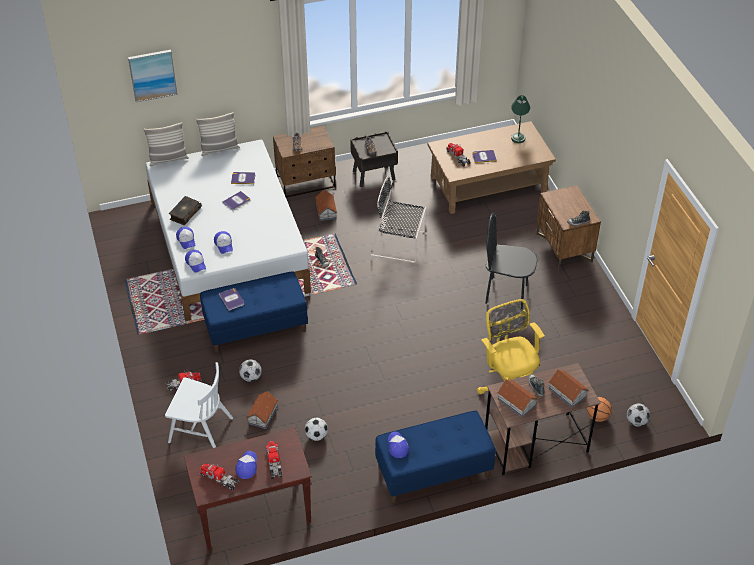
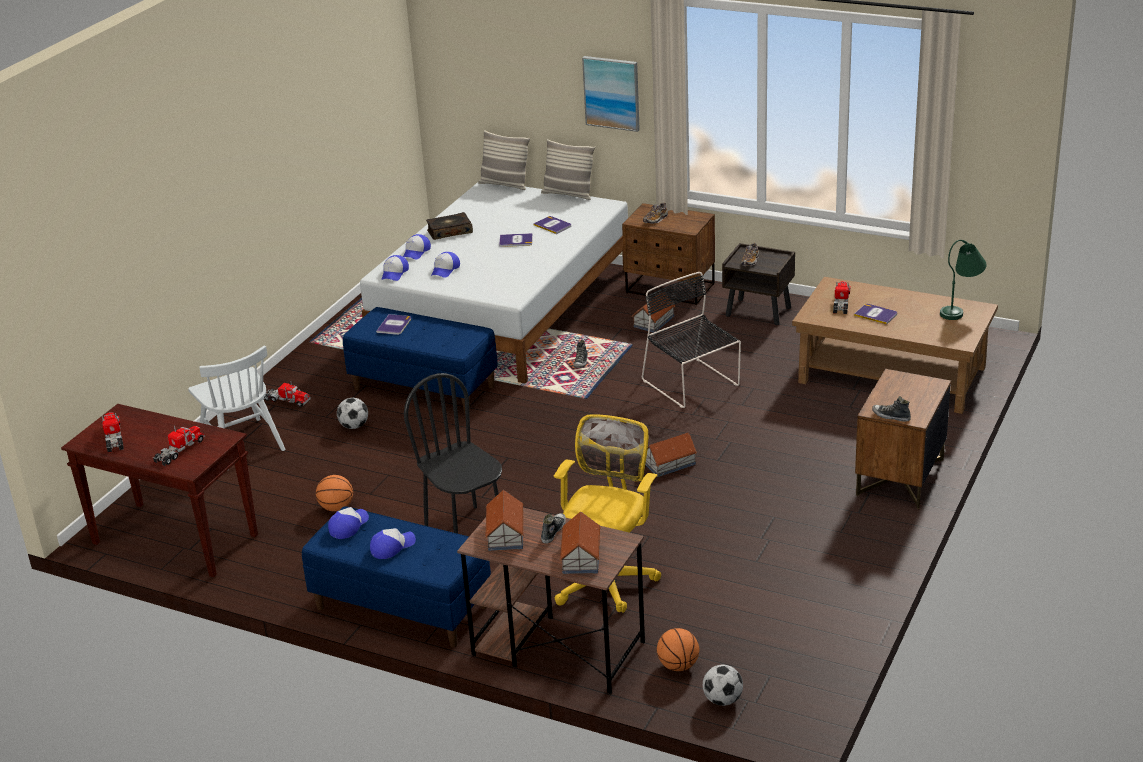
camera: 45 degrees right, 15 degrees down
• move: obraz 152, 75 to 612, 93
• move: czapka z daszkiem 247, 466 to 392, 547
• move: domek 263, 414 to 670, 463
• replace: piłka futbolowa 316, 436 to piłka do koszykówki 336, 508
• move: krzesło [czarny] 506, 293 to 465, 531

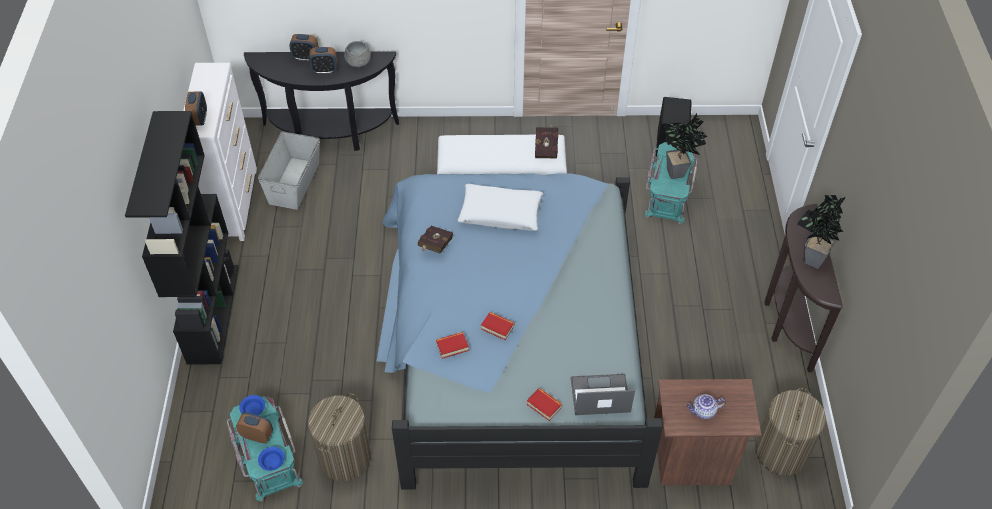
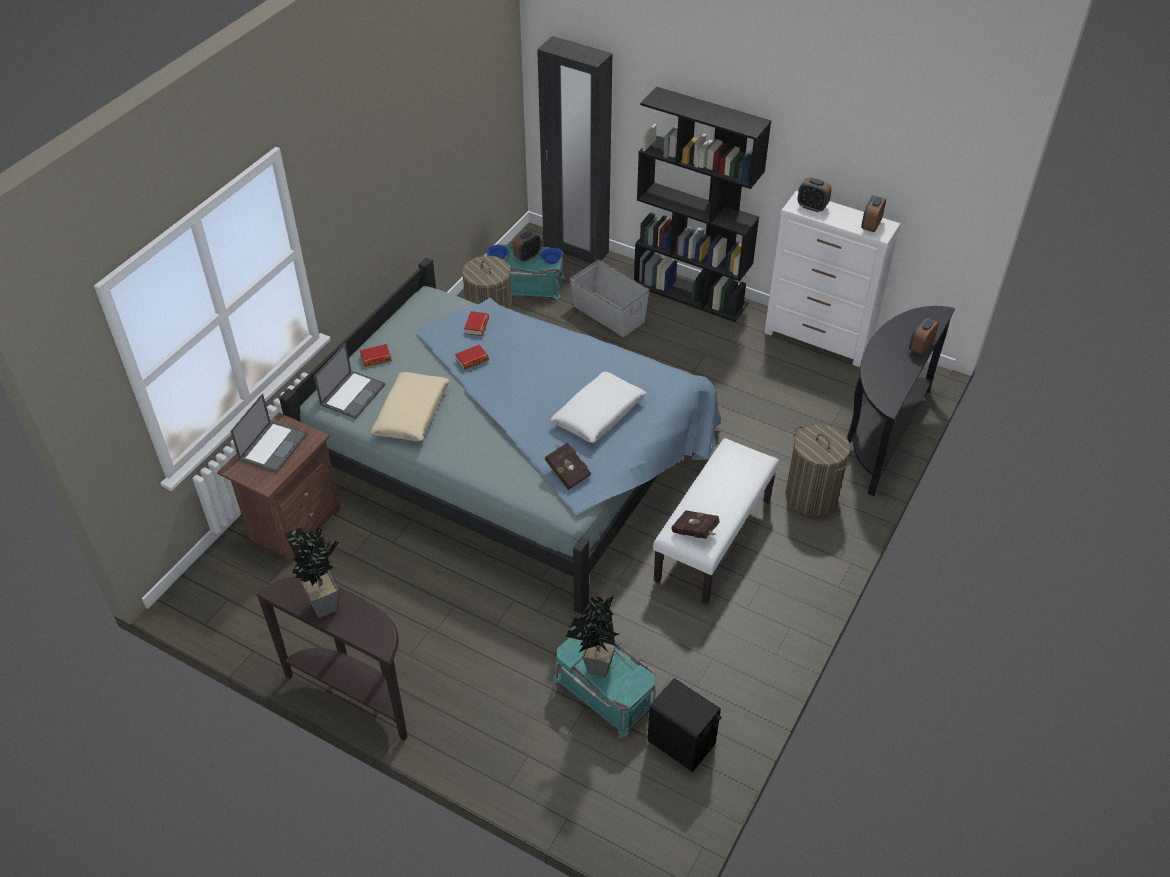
camera: 120 degrees right, 5 degrees down
• move: pojemnik do przechowywania [szary] 295, 183 to 608, 314
• move: budzik 324, 70 to 870, 226
• delete: miska [szary] 358, 62
• move: książka [czerwony] 434, 246 to 567, 472
• replace: imbryk 703, 412 to laptop 273, 446
• move: kosz na pranie 780, 452 to 811, 496
• insert: poduszka [beżowy] 412, 414
• insert: szafa [czarny] 575, 250

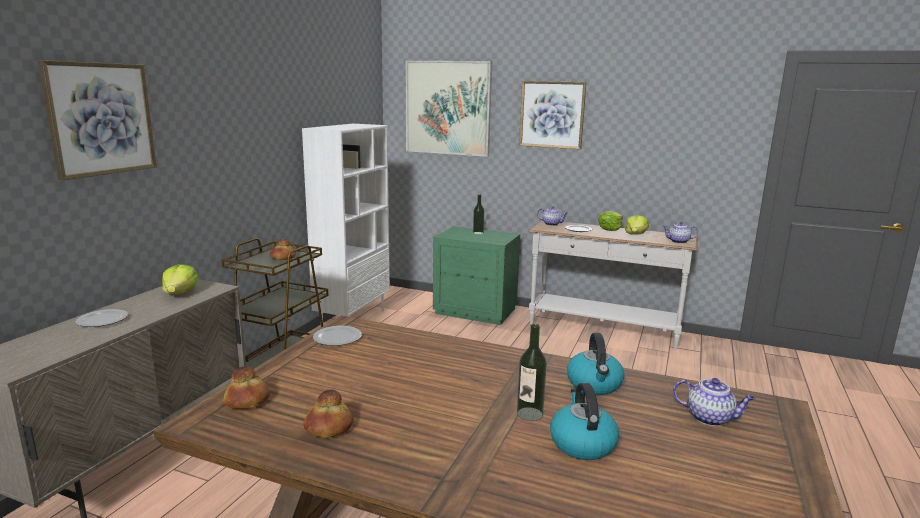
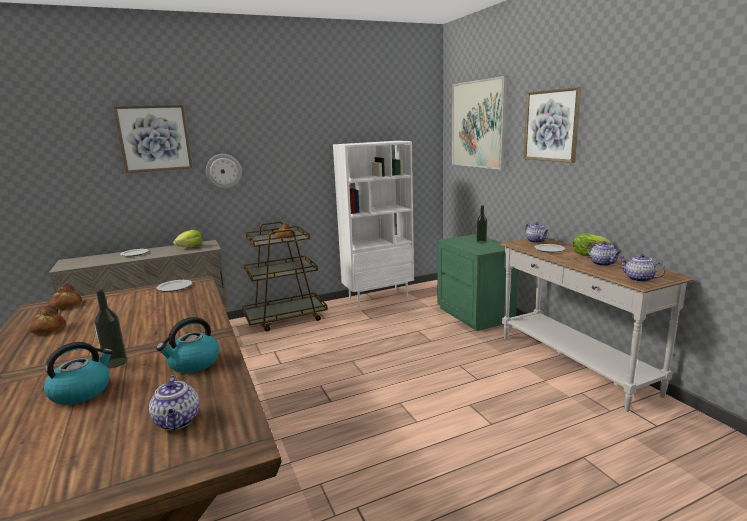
camera: 45 degrees right, 0 degrees up
• replace: sałata 635, 235 to imbryk 602, 264
• insert: zegar ścienny 223, 171

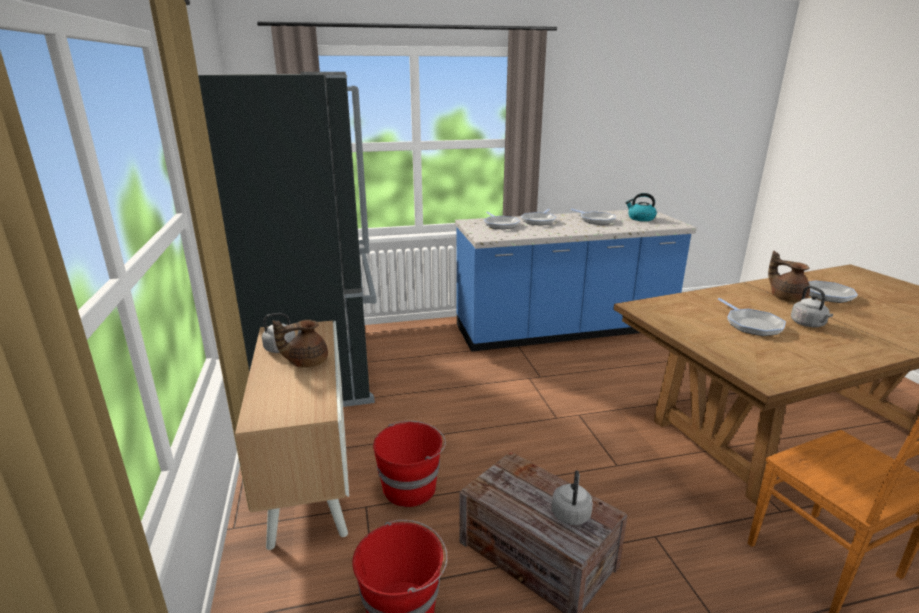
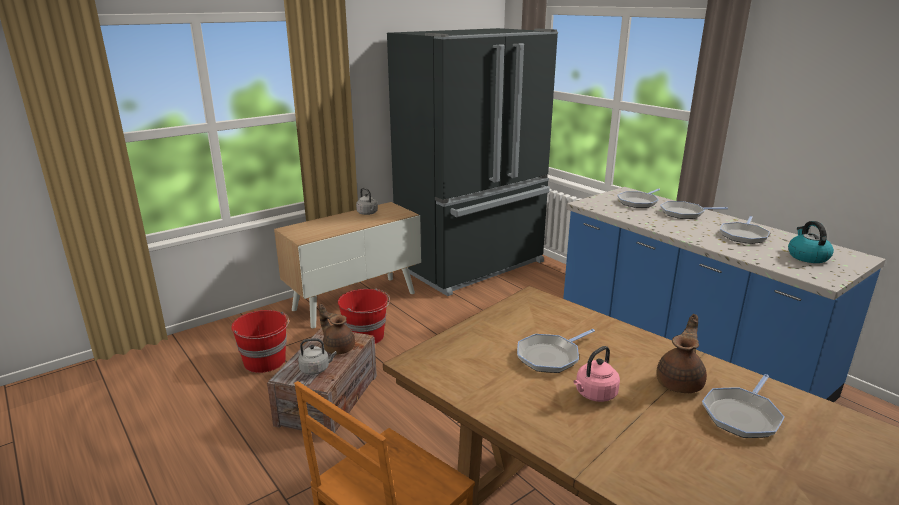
camera: 65 degrees right, 0 degrees up
• move: imbryk [brązowy] 306, 362 to 338, 347
• recolor: czajnik [szary] 808, 324 to czajnik [różowy] 594, 394

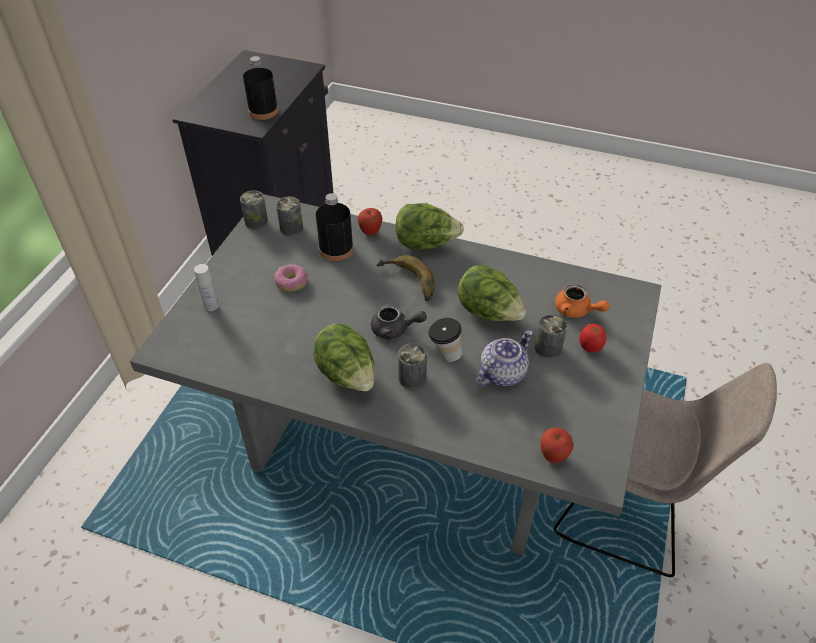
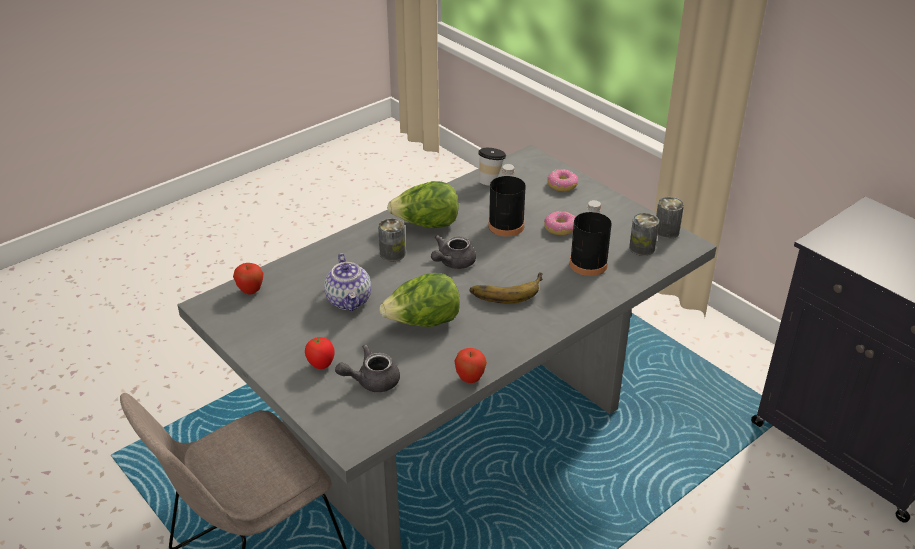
camera: 120 degrees right, 10 degrees down
• replace: butelka [biały] 211, 306 to donut 562, 185
• move: butelka [czarny] 263, 111 to 506, 226
• move: jabłko 370, 232 to 470, 379
• delete: sałata 426, 244
• move: filiżanka 444, 355 to 491, 181
• delete: puszka 548, 348
• recolor: imbryk [pomarańczowy] 576, 311 to imbryk [szary] 371, 381

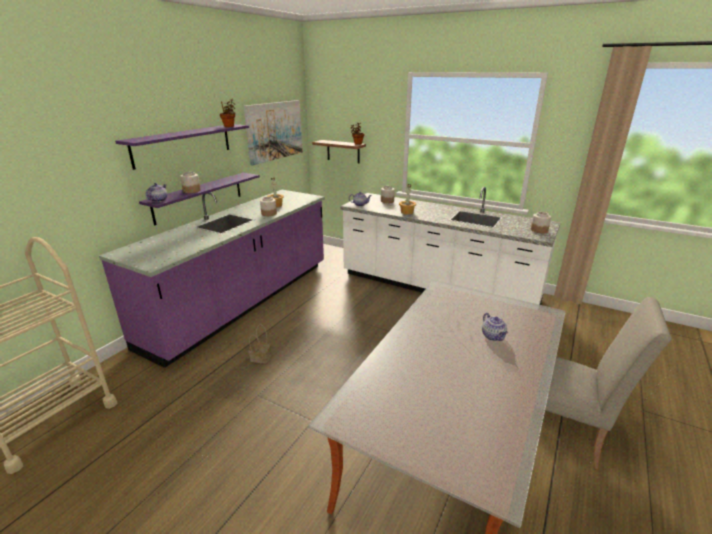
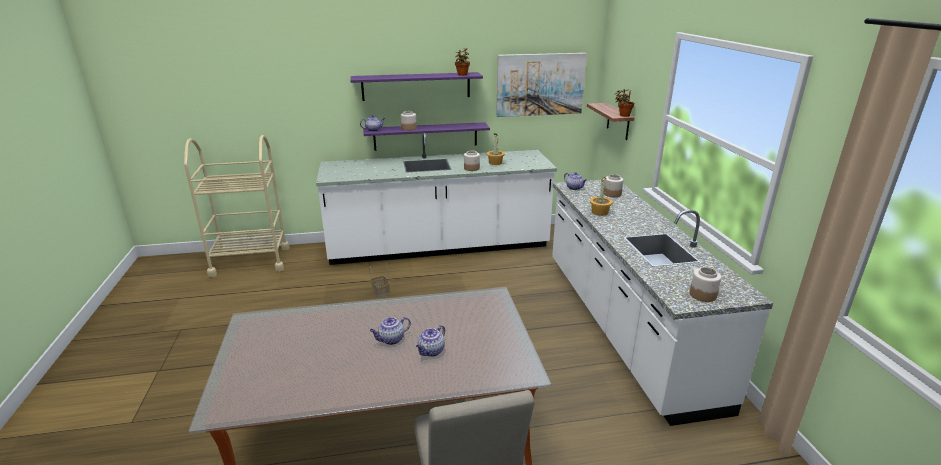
camera: 50 degrees right, 0 degrees up
• recolor: zabudowa kuchenna [fioletowy] 244, 302 to zabudowa kuchenna [biały] 439, 247
• insert: imbryk 391, 340

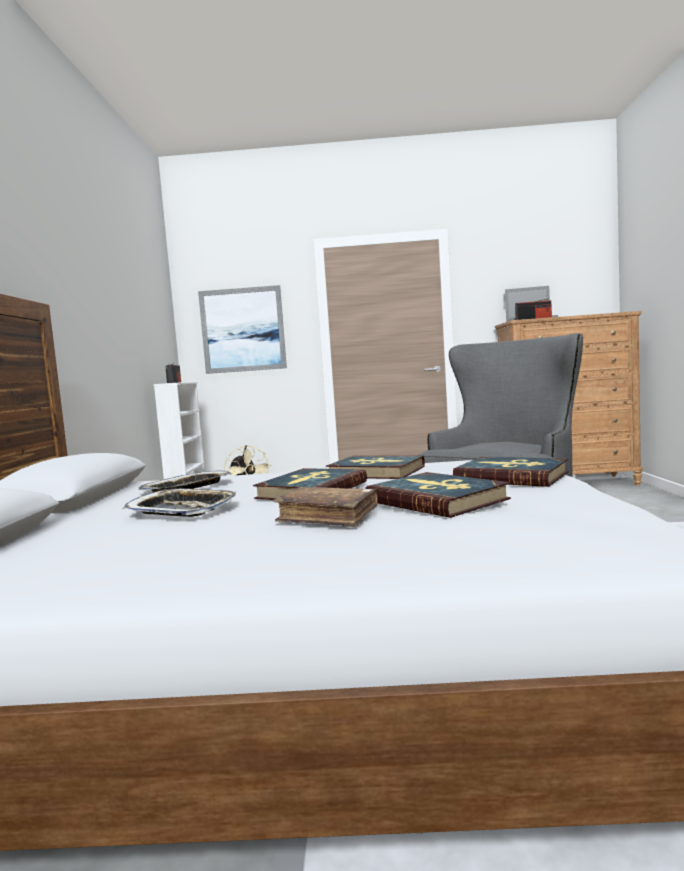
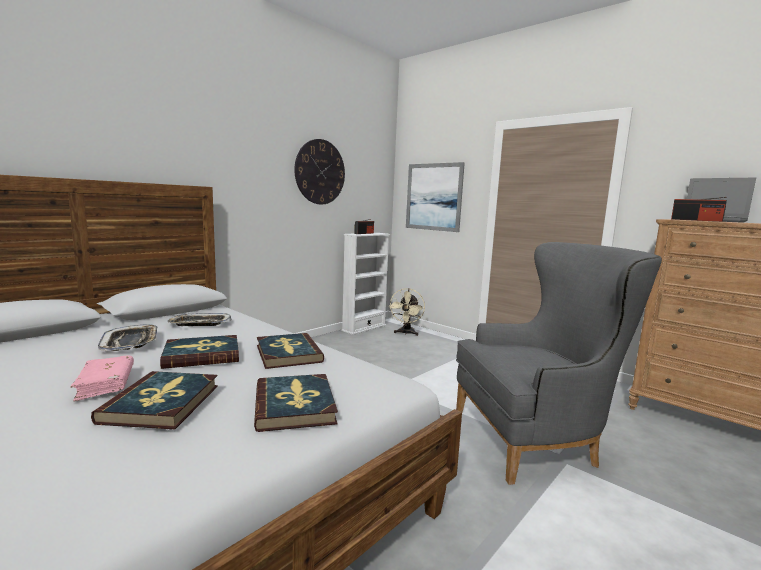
camera: 40 degrees right, 5 degrees up
• recolor: książka [brązowy] 327, 517 to książka [różowy] 105, 385
• insert: zegar ścienny 320, 172

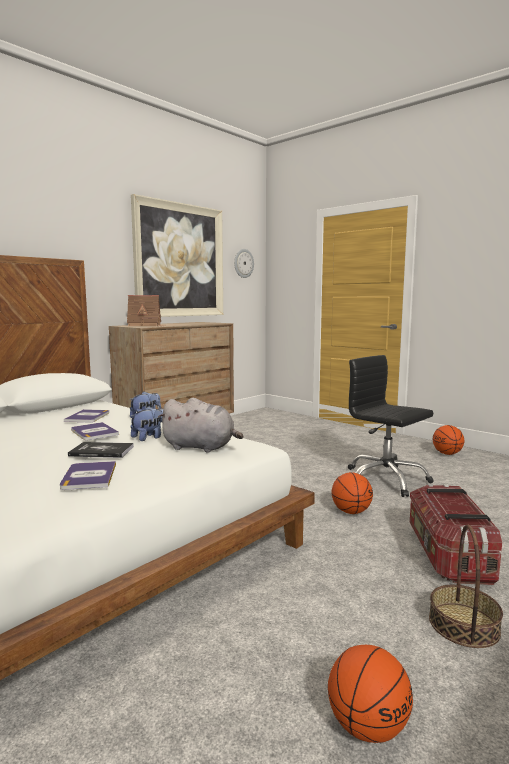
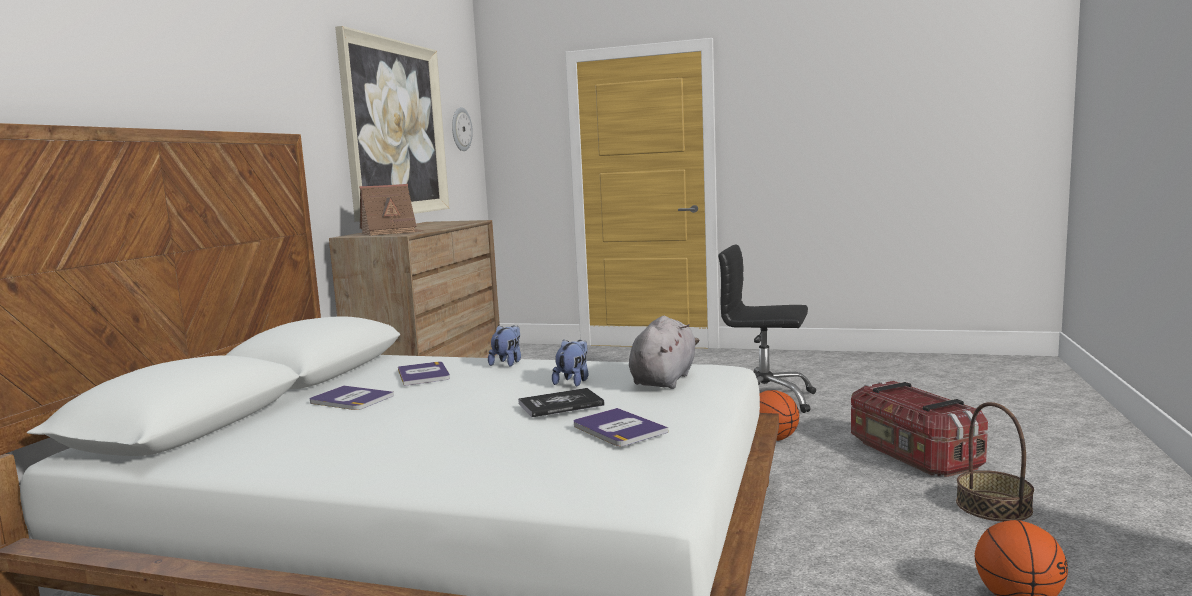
camera: 25 degrees left, 0 degrees up
• move: książka 94, 432 to 350, 399
• rotate: pluszak [szary] 201, 447 = 664, 379 60 degrees counterclockwise
• delete: piłka do koszykówki 447, 454

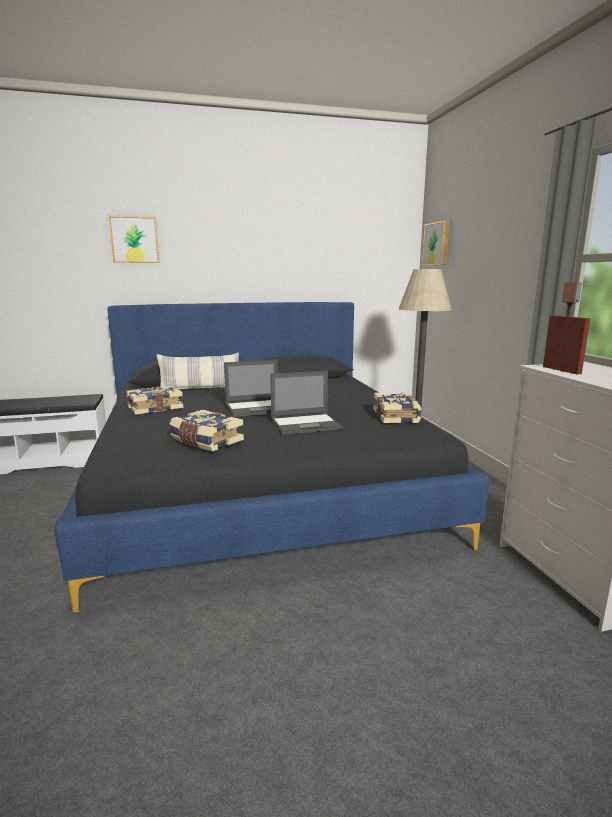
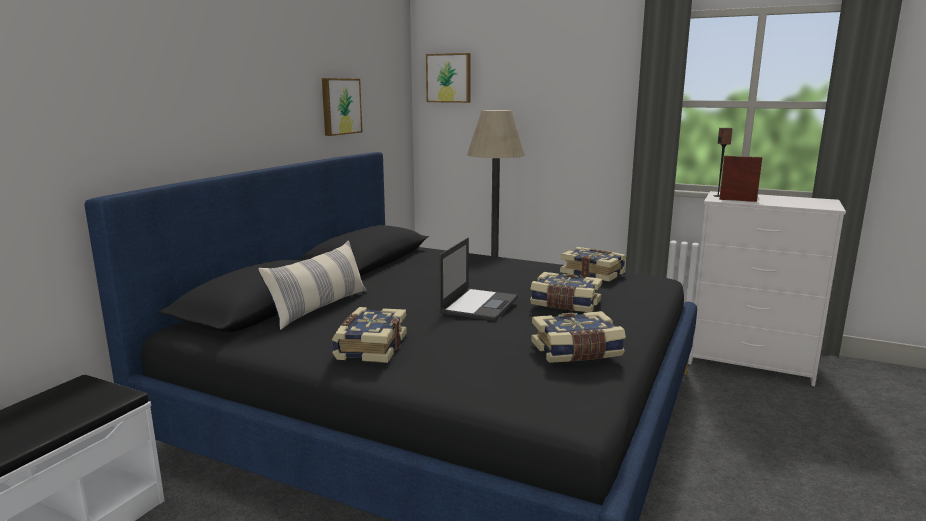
camera: 50 degrees left, 0 degrees up
• move: obraz 135, 240 to 340, 106
• replace: laptop 306, 424 to książka 565, 304

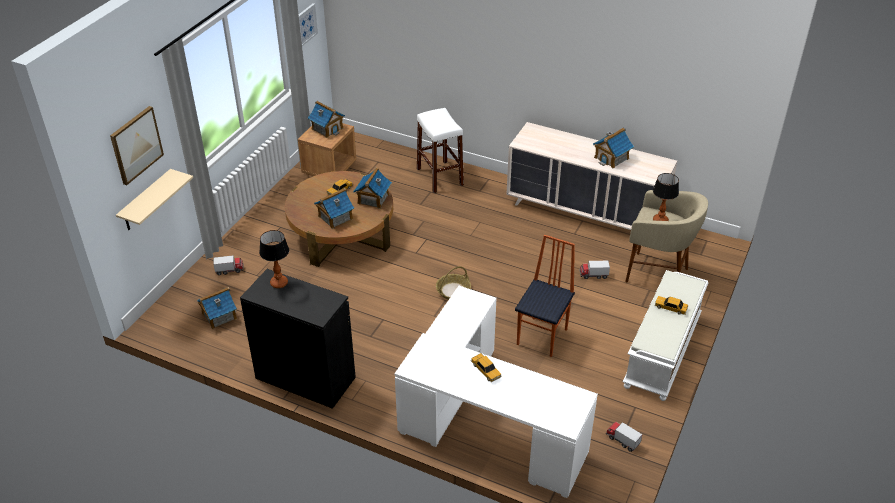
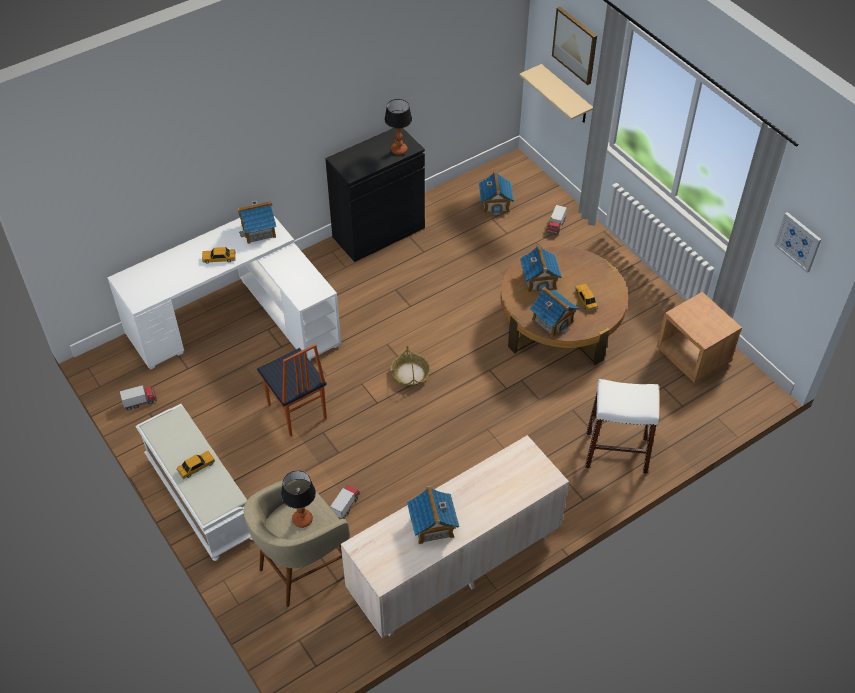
camera: 120 degrees right, 10 degrees up
• move: domek 327, 128 to 258, 230

